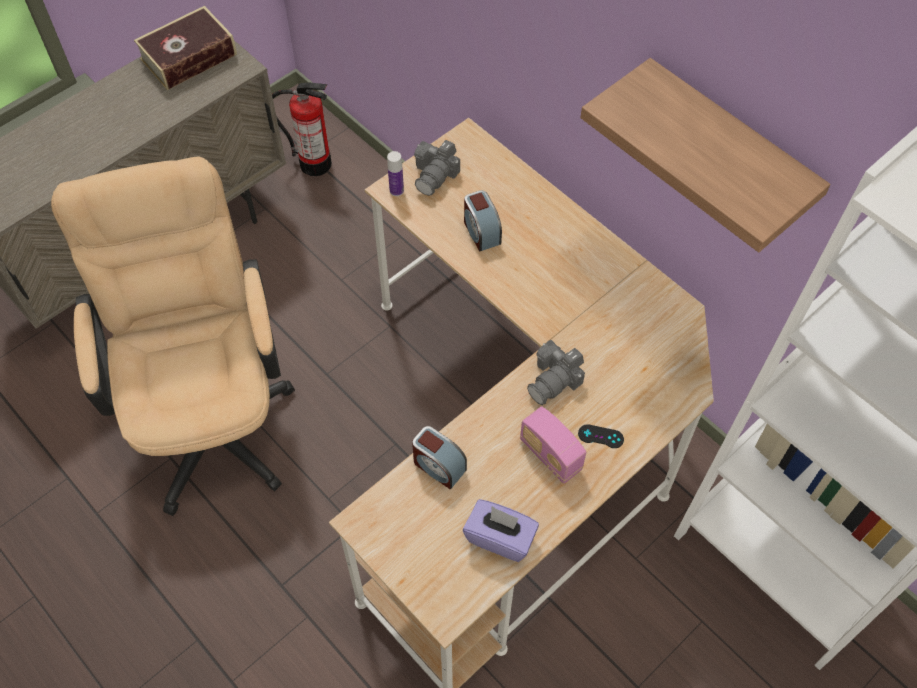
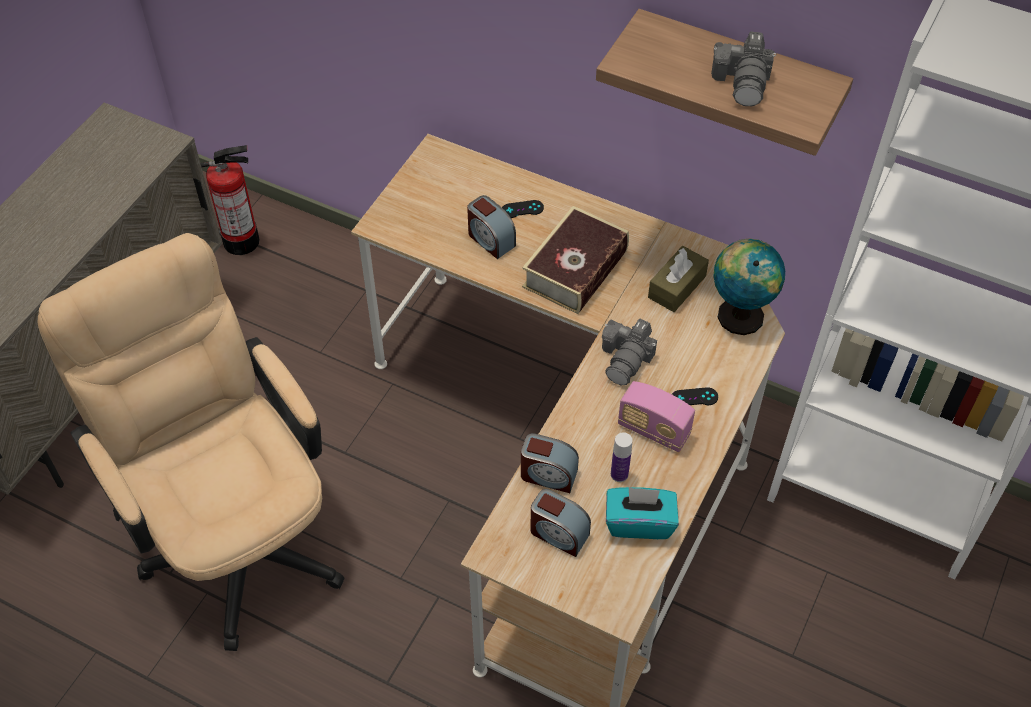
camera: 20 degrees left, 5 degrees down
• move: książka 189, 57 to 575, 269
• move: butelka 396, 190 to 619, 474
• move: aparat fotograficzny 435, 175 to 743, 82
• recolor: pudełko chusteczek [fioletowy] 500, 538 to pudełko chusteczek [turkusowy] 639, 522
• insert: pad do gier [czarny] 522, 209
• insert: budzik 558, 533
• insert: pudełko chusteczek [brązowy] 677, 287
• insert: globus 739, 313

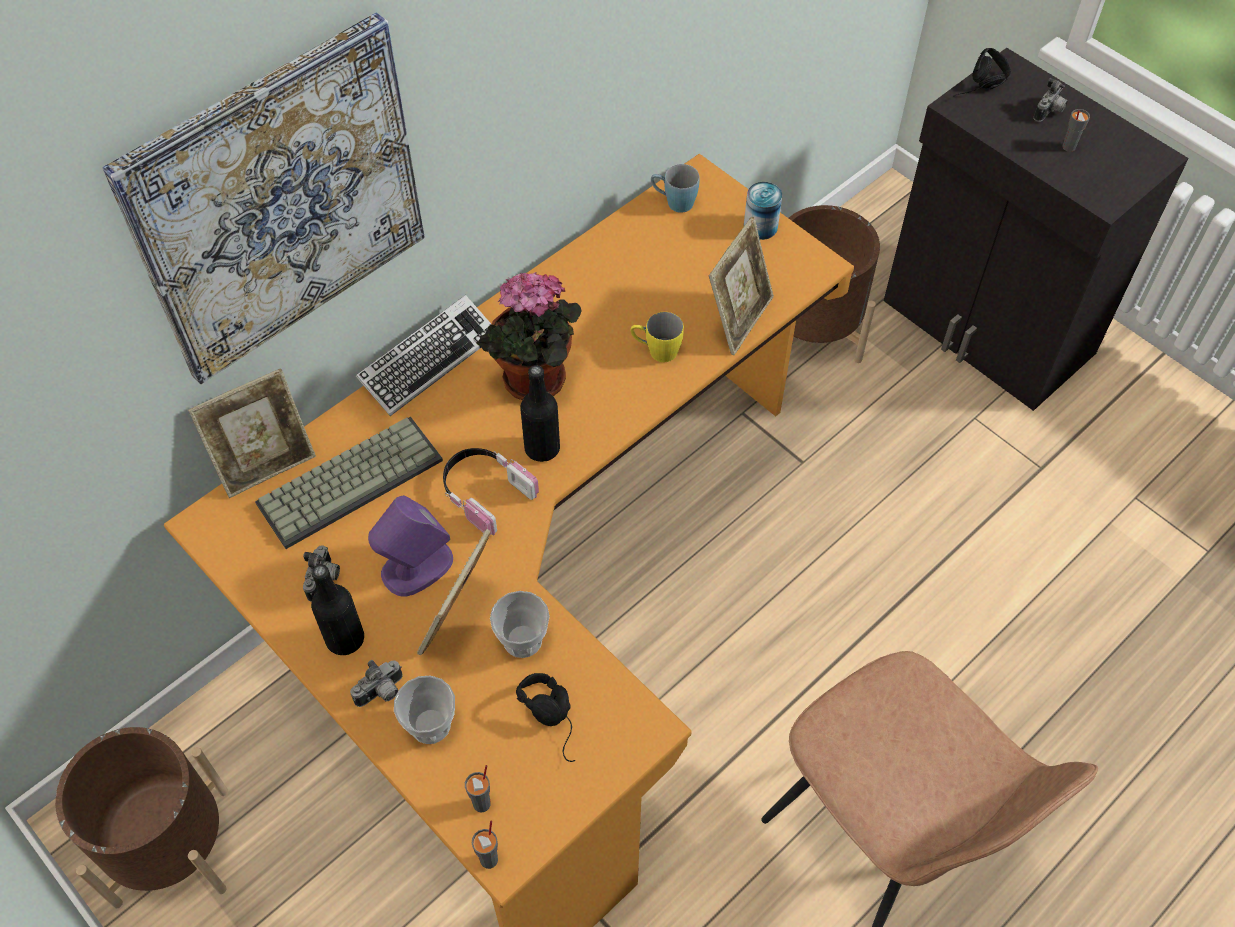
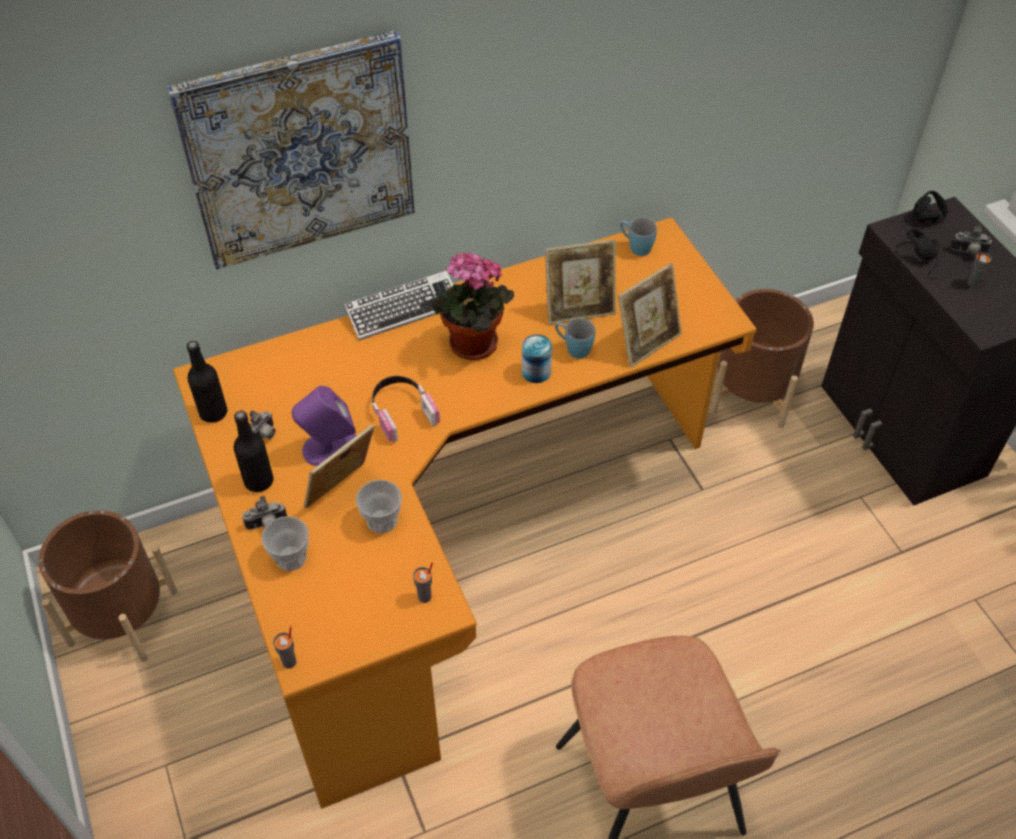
camera: 20 degrees right, 5 degrees down
• move: ramka na zdjęcie 266, 464 to 579, 310
• delete: klawiatura 350, 479
• move: filiżanka [szary] 482, 803 to 425, 597
• move: słuchawki [czarny] 558, 719 to 926, 260
• move: butelka [czarny] 542, 448 to 213, 413
• recolor: kubek [żółty] 656, 351 to kubek [niebieski] 573, 348
• move: puszka 760, 226 to 536, 372
• rotate: aparat fotograficzny 1049, 112 = 968, 253 45 degrees clockwise

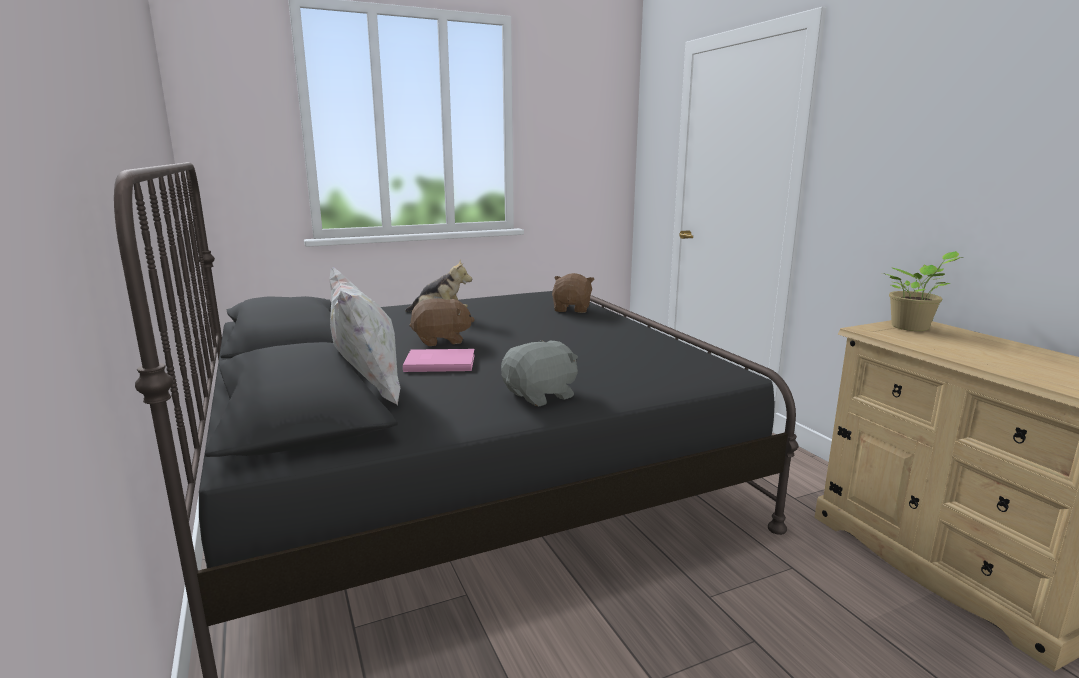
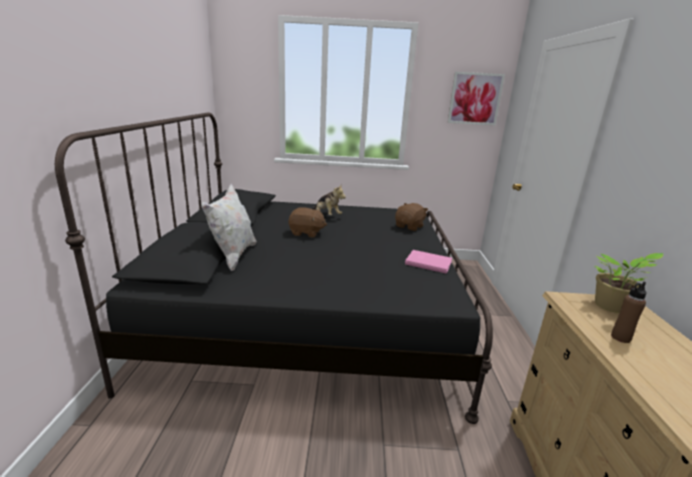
camera: 25 degrees right, 5 degrees up
• move: książka [różowy] 439, 362 to 428, 262
• delete: pluszak [szary] 541, 395
• insert: obraz 475, 99
• insert: butelka [brązowy] 620, 337

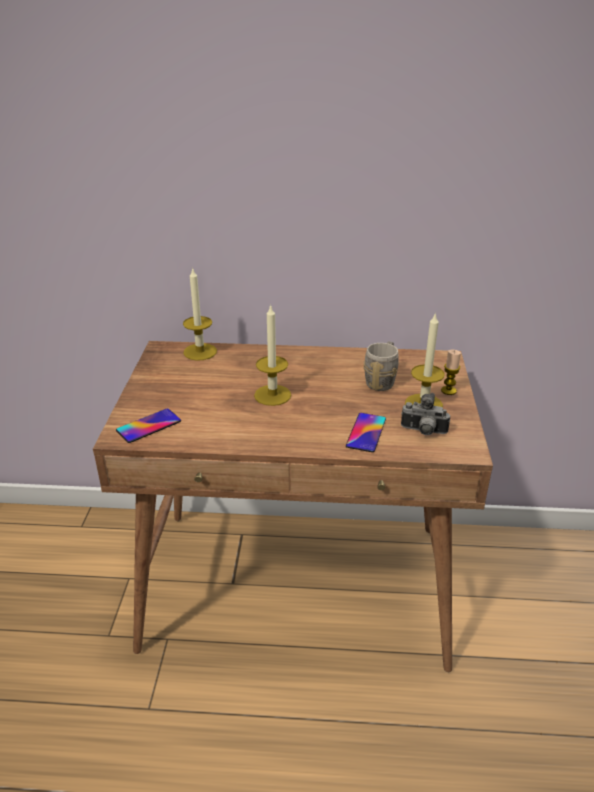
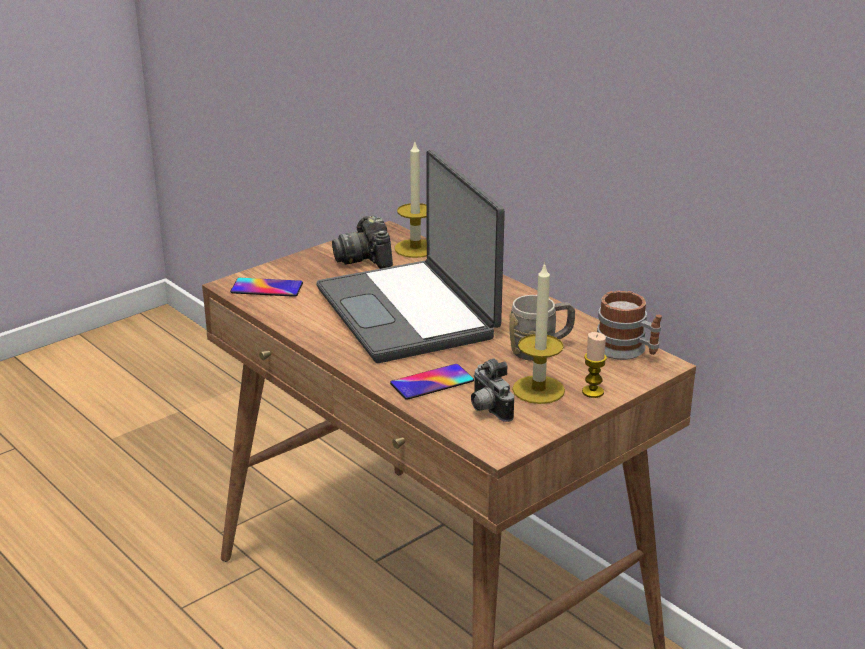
camera: 45 degrees right, 5 degrees down
• replace: świeca 272, 395 to laptop 409, 313
• insert: aparat fotograficzny 365, 258
• insert: kubek 627, 351

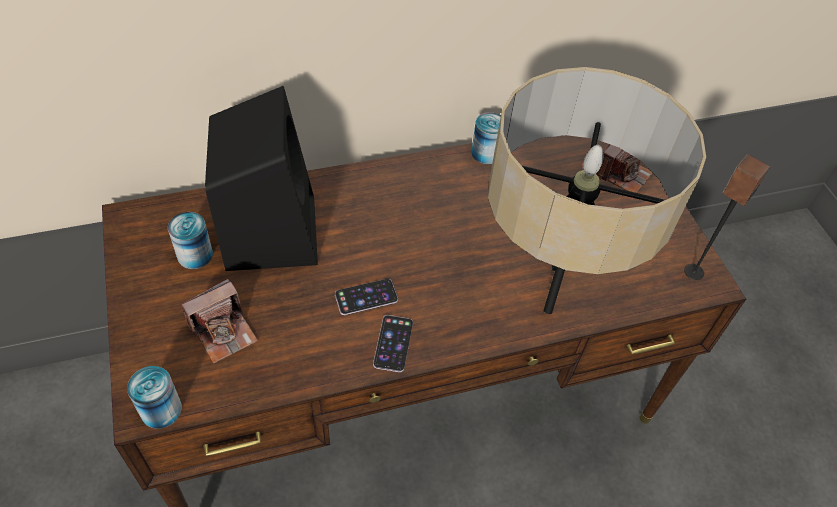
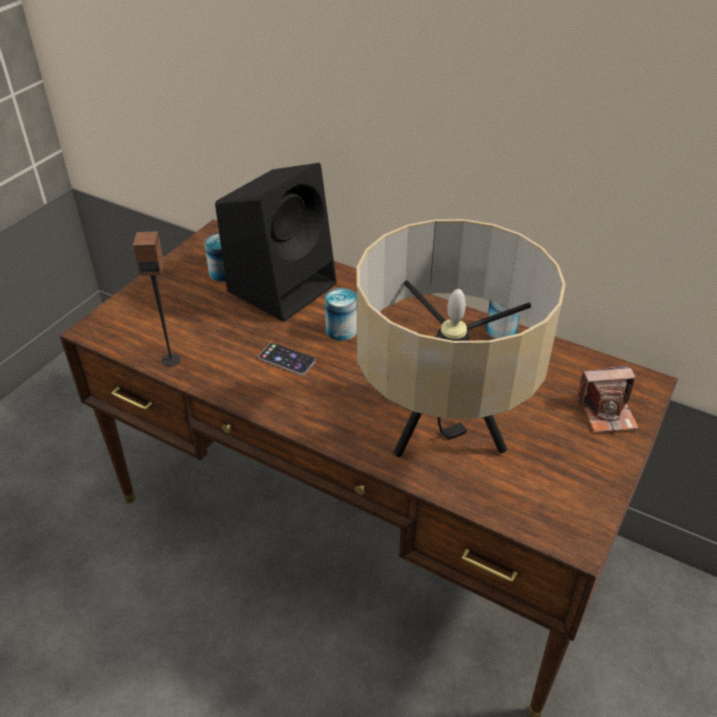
camera: 50 degrees right, 10 degrees down
• move: puszka 161, 410 to 341, 330
• delete: aparat fotograficzny 224, 332
• delete: telefon 393, 343
• move: głośnik 693, 271 to 171, 359

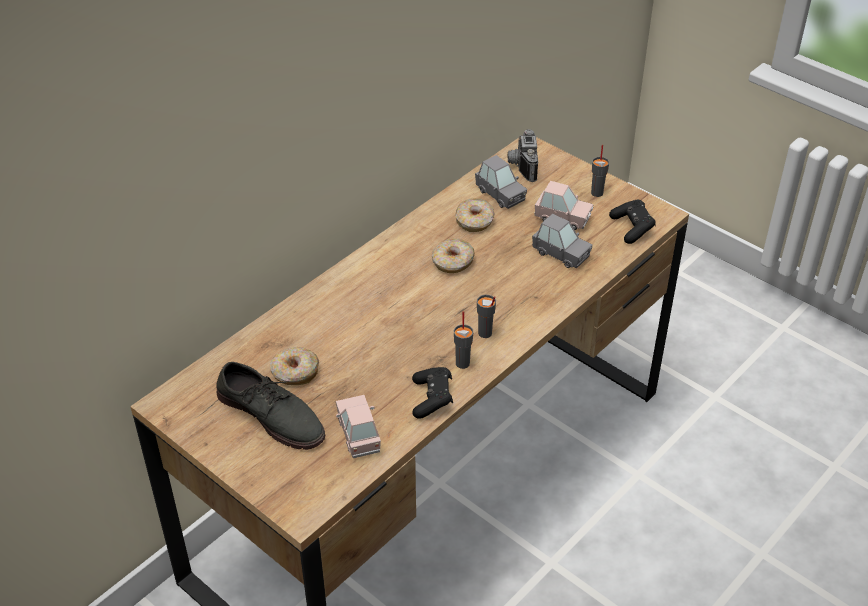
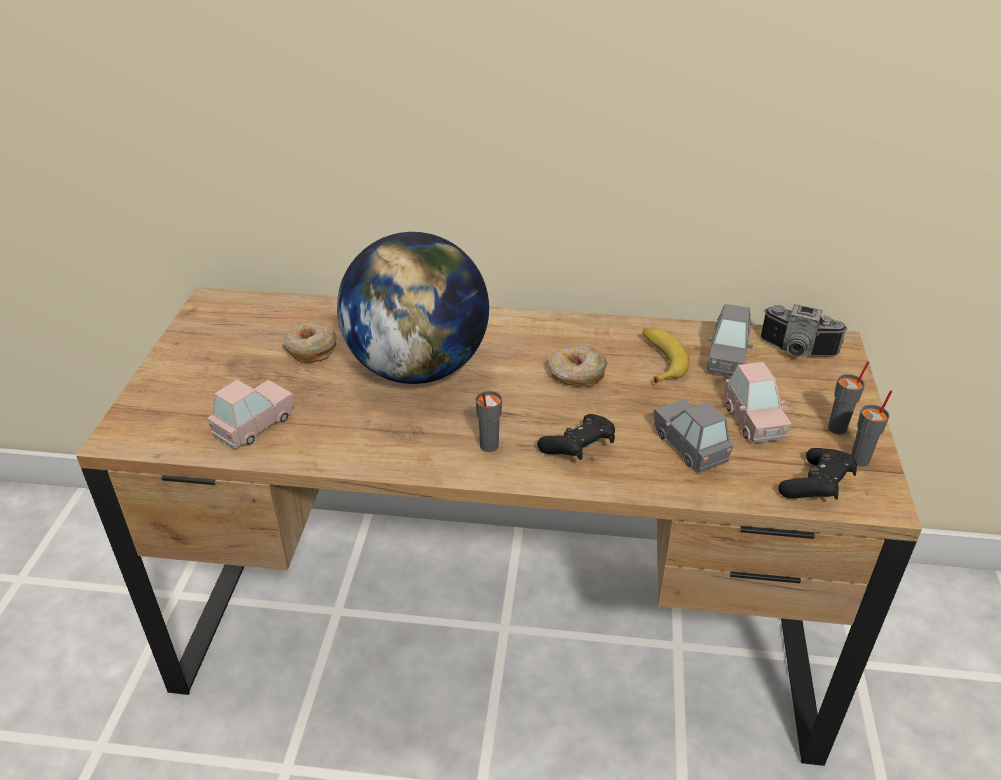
camera: 55 degrees right, 5 degrees down
• delete: but [szary] 272, 414
• move: pad do gier [czarny] 432, 399 to 579, 448
• move: filiżanka [szary] 463, 363 to 860, 460
• replace: donut 474, 221 to banan 659, 360
• rotate: aparat fotograficzny 521, 166 = 796, 352 120 degrees counterclockwise
• rotate: samochodzik [szary] 561, 254 = 689, 446 150 degrees clockwise
• insert: globus 417, 368

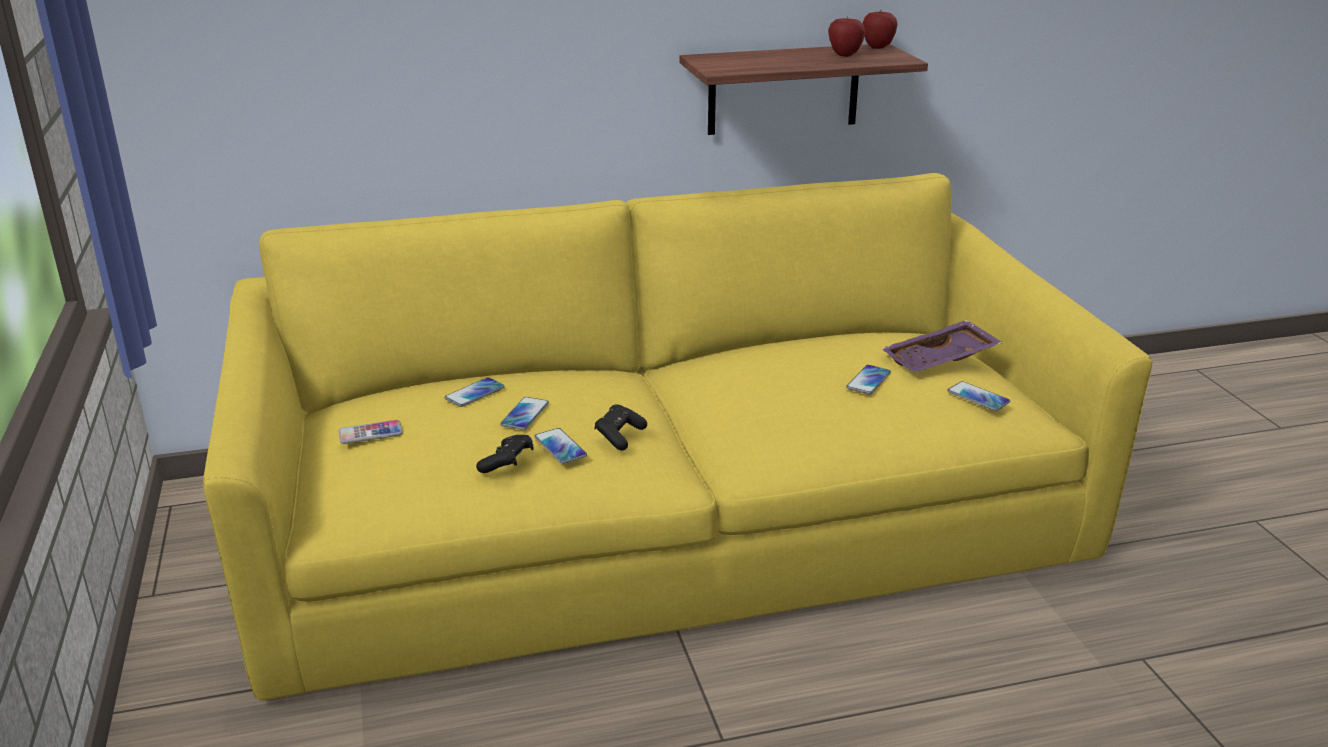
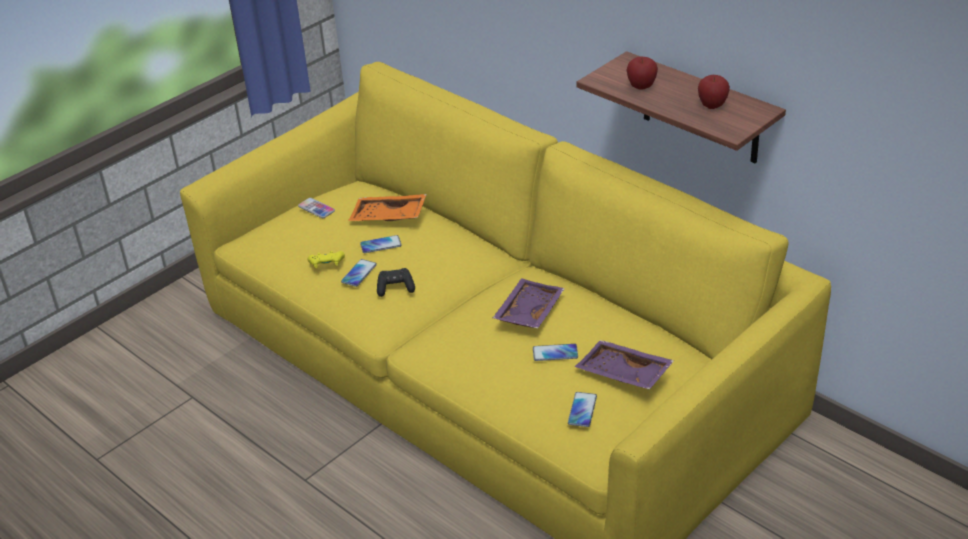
camera: 60 degrees right, 10 degrees up
• replace: telefon 475, 393 to taca [pomarańczowy] 388, 217
• recolor: pad do gier [czarny] 507, 463 to pad do gier [żółty] 327, 265
• move: jabłko 878, 47 to 641, 87
• insert: taca [fioletowy] 527, 312

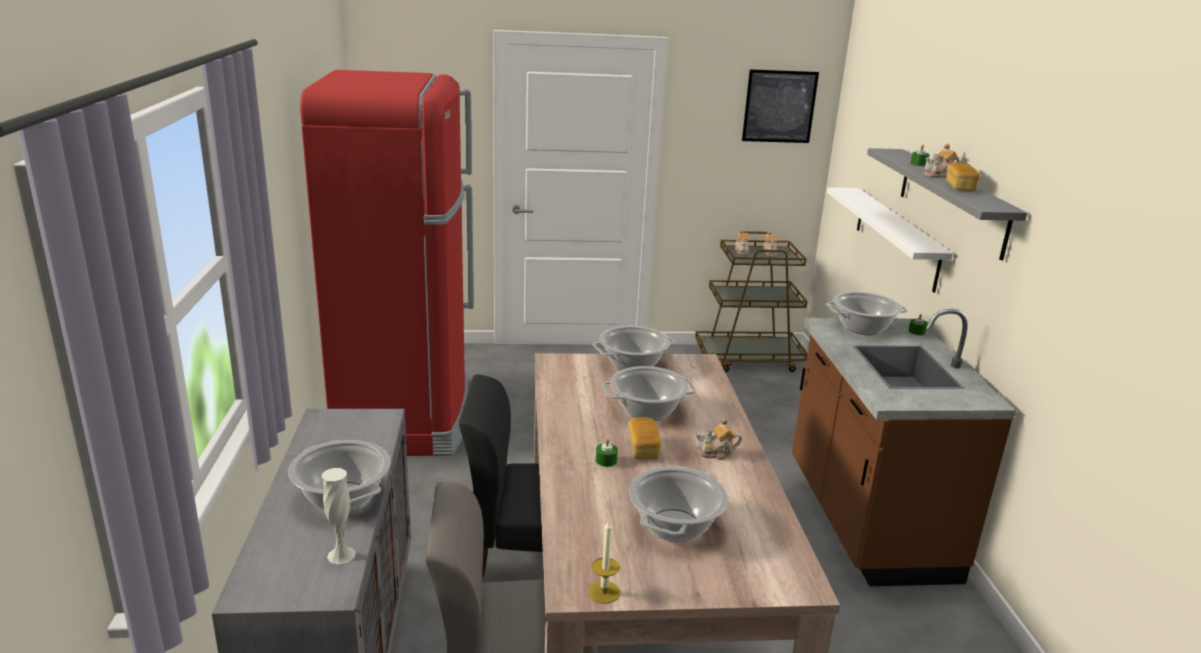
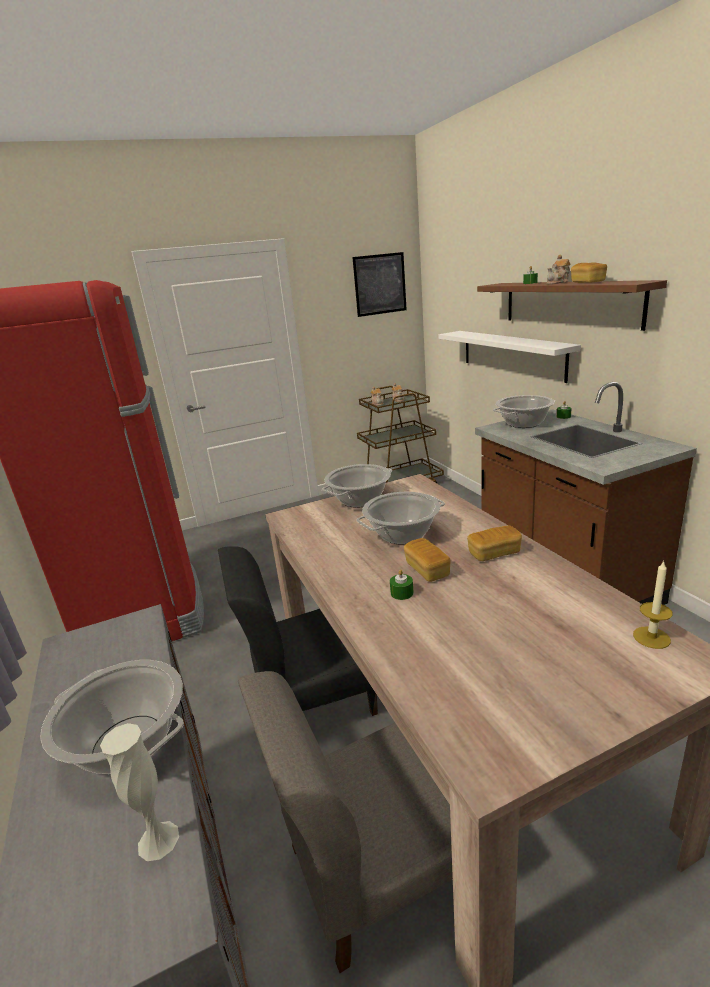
camera: 15 degrees left, 0 degrees up
• move: świeca 604, 592 to 651, 637
• delete: garnek 675, 526
• replace: imbryk 716, 453 to chleb 494, 553
• recolor: półka [szary] 951, 200 to półka [brązowy] 568, 303

